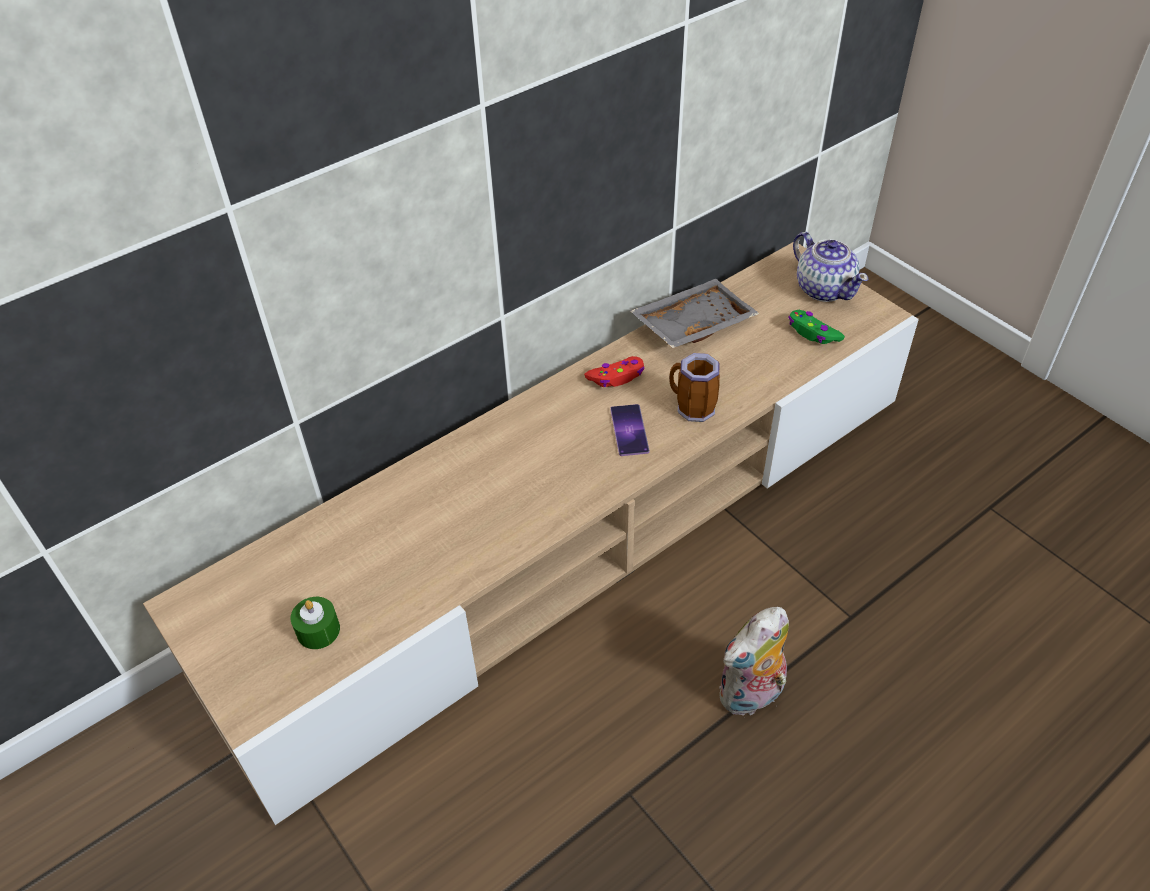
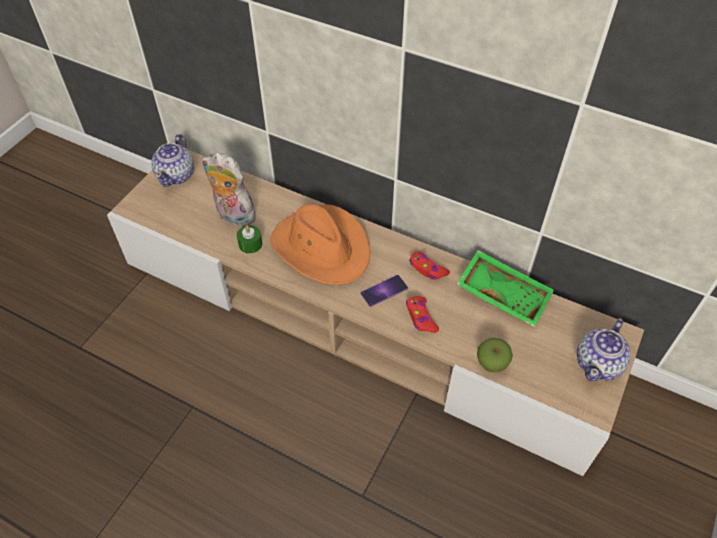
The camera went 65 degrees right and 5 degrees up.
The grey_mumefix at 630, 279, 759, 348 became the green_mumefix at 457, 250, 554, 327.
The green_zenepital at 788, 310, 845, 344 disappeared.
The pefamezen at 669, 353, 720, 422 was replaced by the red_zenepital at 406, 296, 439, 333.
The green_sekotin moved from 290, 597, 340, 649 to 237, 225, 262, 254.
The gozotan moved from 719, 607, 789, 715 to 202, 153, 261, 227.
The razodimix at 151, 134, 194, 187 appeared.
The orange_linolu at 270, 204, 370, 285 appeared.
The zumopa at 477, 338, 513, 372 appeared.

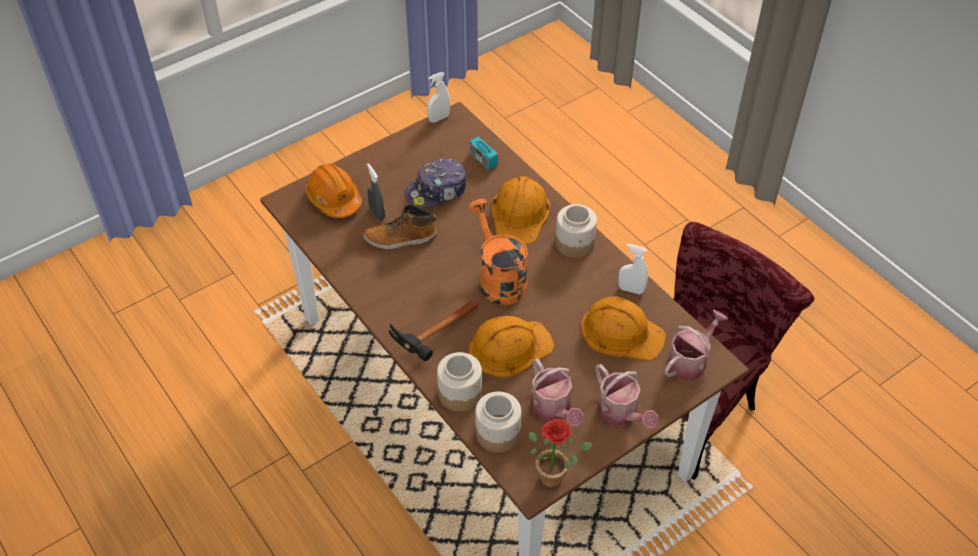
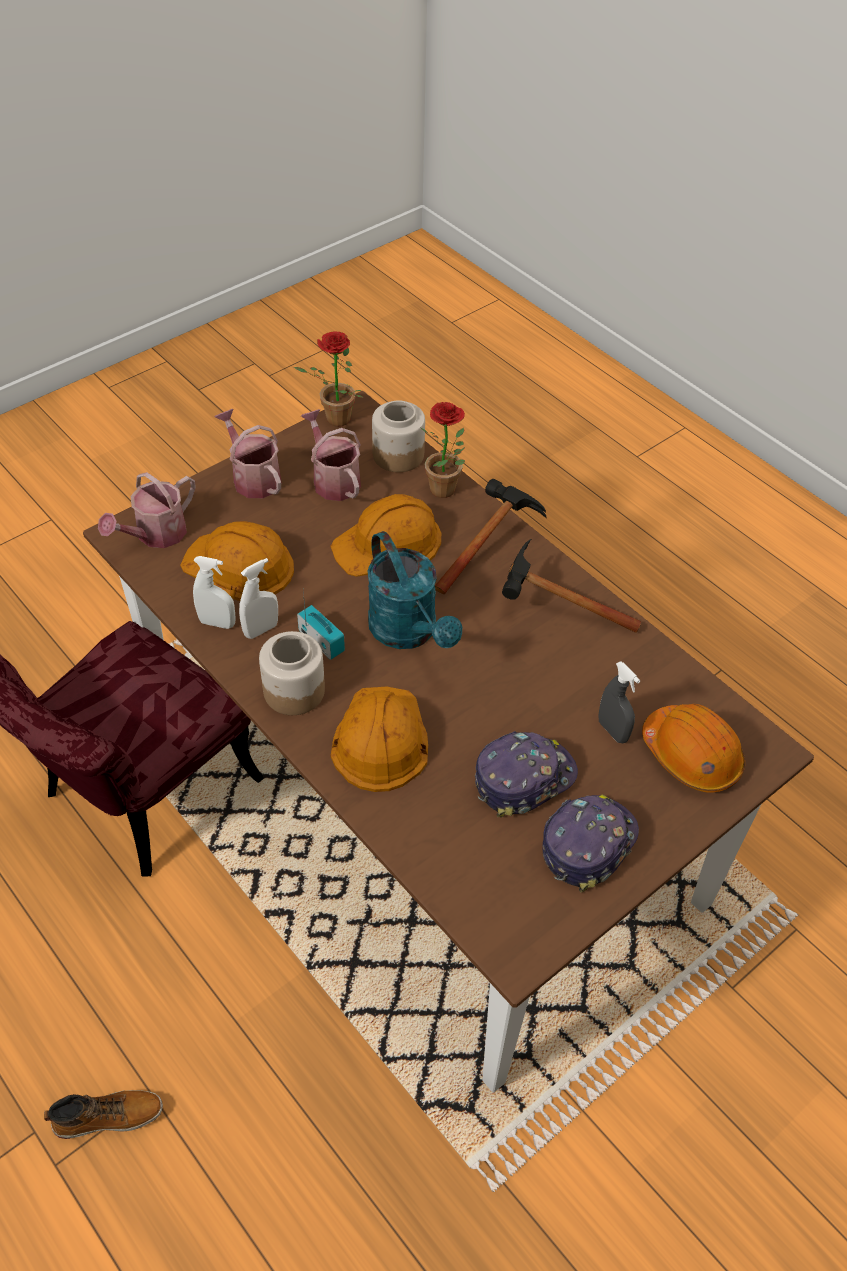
The camera went 175 degrees right and 0 degrees up.
The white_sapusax moved from 427, 72, 450, 122 to 239, 558, 278, 639.
The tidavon moved from 469, 127, 498, 170 to 297, 591, 345, 660.
The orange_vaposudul at 468, 199, 528, 305 became the turquoise_vaposudul at 367, 531, 462, 649.
The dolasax moved from 364, 205, 436, 249 to 44, 1090, 163, 1139.
The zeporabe at 437, 352, 482, 412 was replaced by the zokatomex at 421, 402, 465, 498.
The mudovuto at 502, 539, 641, 633 appeared.
The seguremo at 543, 795, 639, 893 appeared.

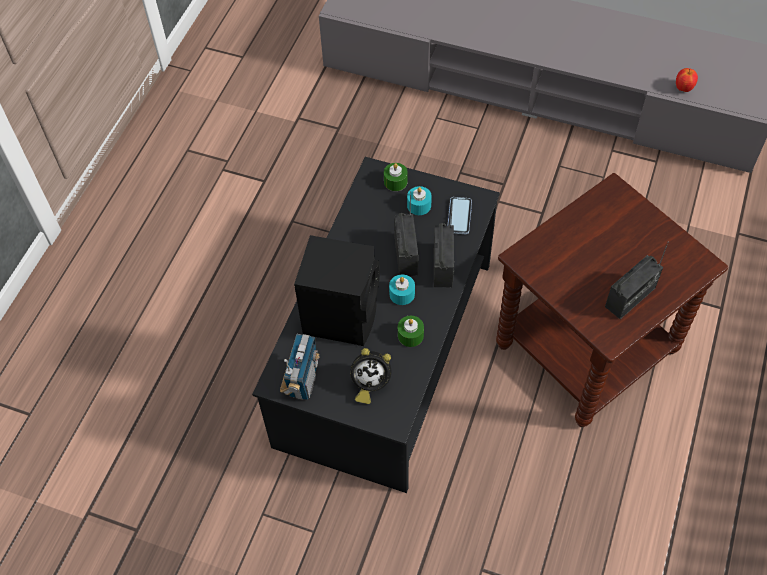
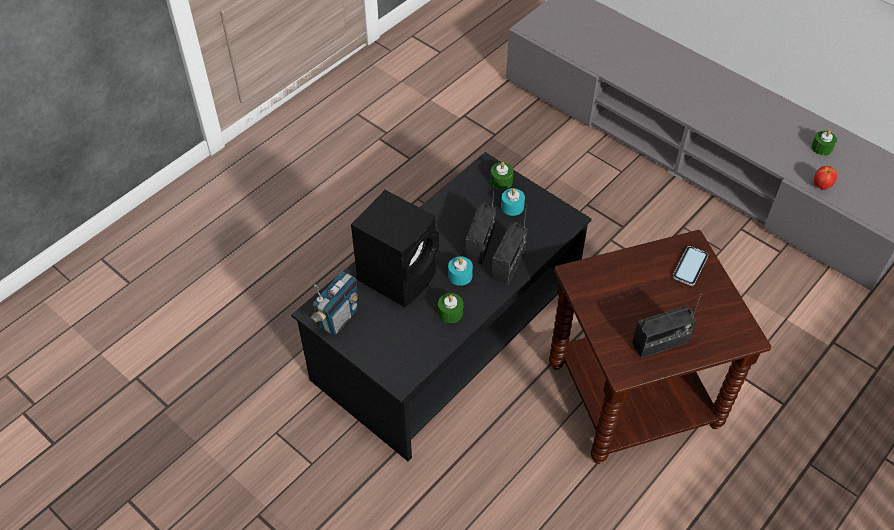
The camera went 20 degrees right and 5 degrees down.
The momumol moved from 447, 197, 472, 234 to 673, 246, 709, 286.
The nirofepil at 350, 348, 391, 404 disappeared.
The green_sekotin at 811, 130, 837, 156 appeared.

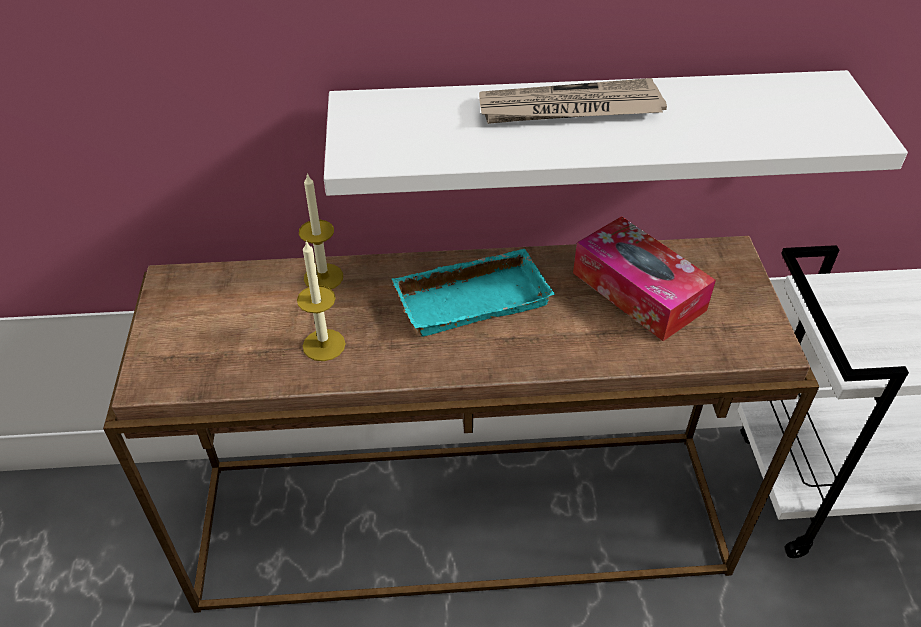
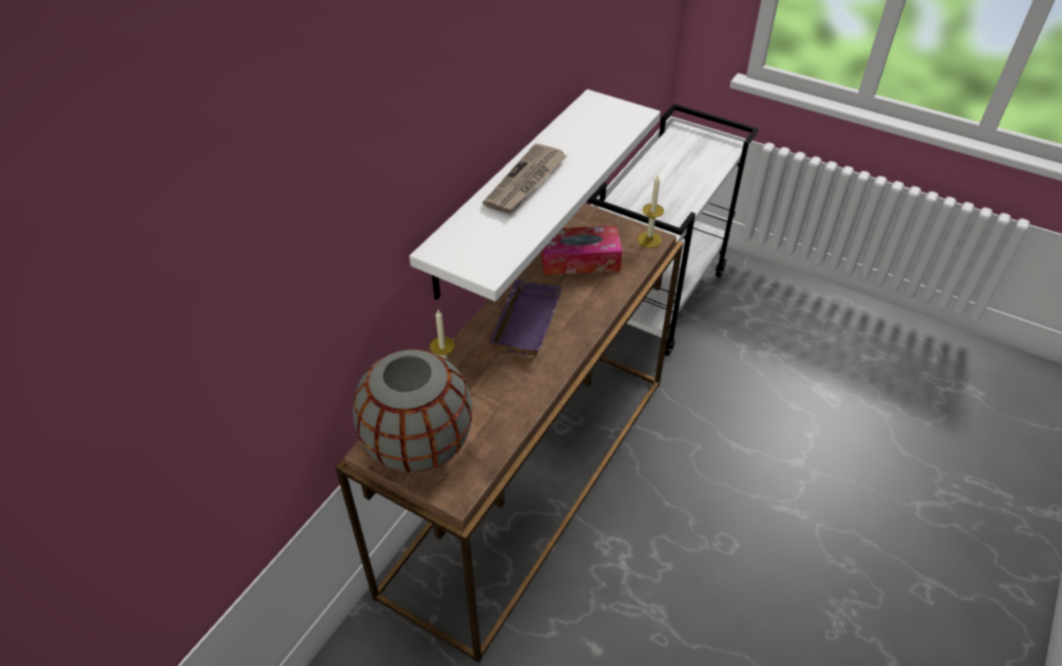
The camera went 55 degrees left and 0 degrees up.
The sekotin moved from 297, 240, 345, 361 to 637, 175, 664, 248.
The turquoise_mumefix at 392, 249, 555, 336 became the purple_mumefix at 489, 280, 562, 356.
The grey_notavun at 353, 349, 472, 473 appeared.

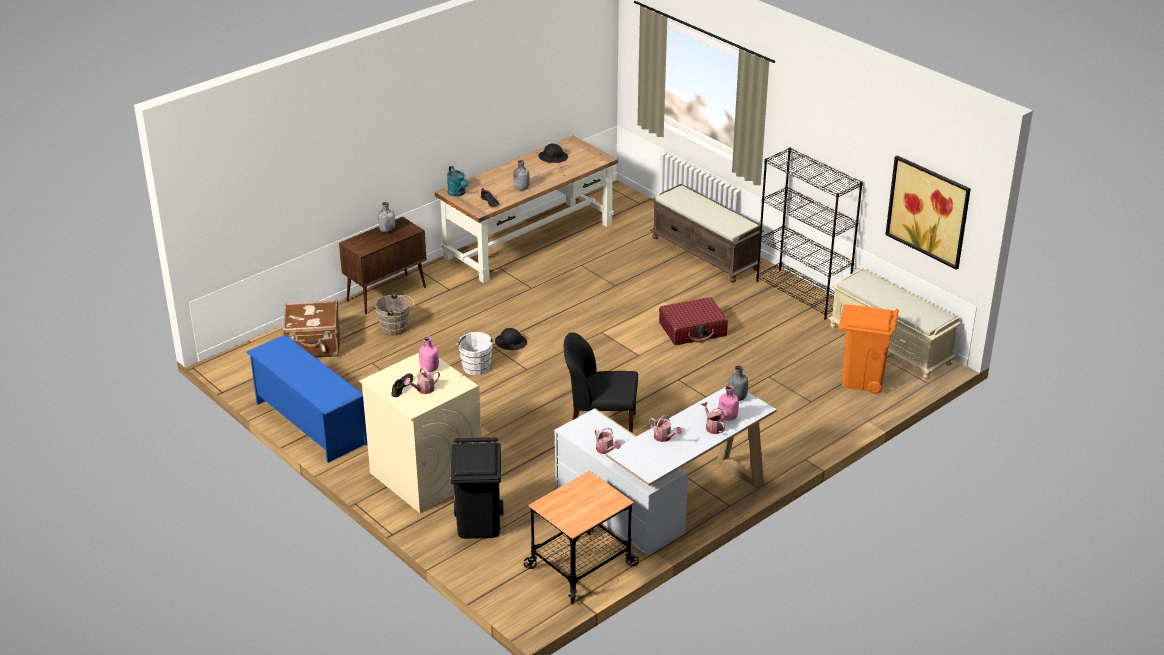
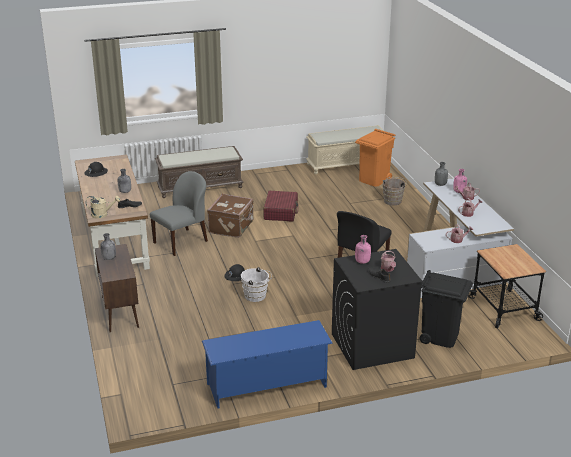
The camera went 65 degrees left and 5 degrees down.
The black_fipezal at 756, 148, 863, 320 disappeared.
The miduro at 885, 156, 971, 270 disappeared.
The turquoise_vaposudul at 447, 166, 469, 197 became the beige_vaposudul at 86, 196, 120, 219.
The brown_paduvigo moved from 375, 293, 414, 336 to 383, 177, 407, 205.
The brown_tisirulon moved from 283, 300, 340, 357 to 207, 194, 254, 238.
The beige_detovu at 359, 353, 482, 513 became the black_detovu at 332, 249, 423, 370.
The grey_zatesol at 150, 171, 208, 256 appeared.

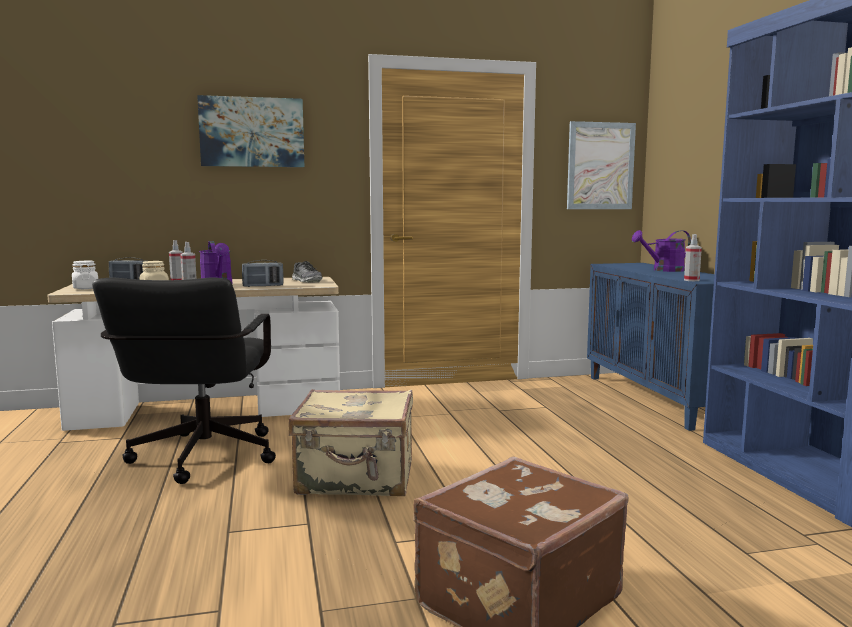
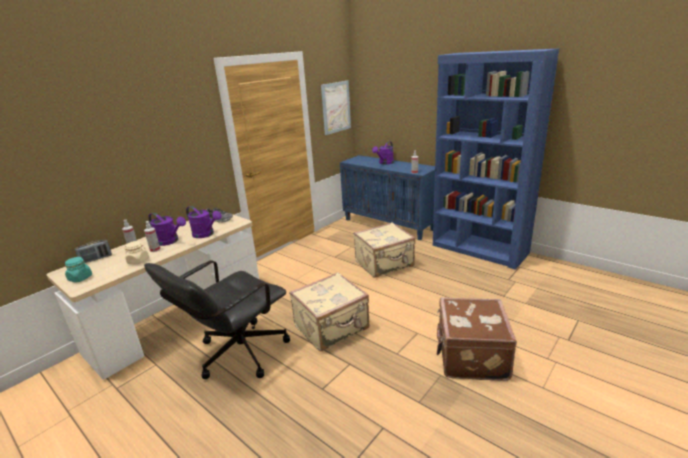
The camera went 35 degrees left and 15 degrees up.
The miduro at 197, 95, 304, 167 disappeared.
The tidavon at 242, 260, 283, 287 was replaced by the purple_vaposudul at 186, 206, 222, 238.
The white_zeporabe at 72, 261, 98, 289 became the turquoise_zeporabe at 65, 257, 92, 283.
The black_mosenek at 92, 277, 276, 484 turned 75 degrees clockwise.
The beige_tisirulon at 353, 223, 415, 278 appeared.

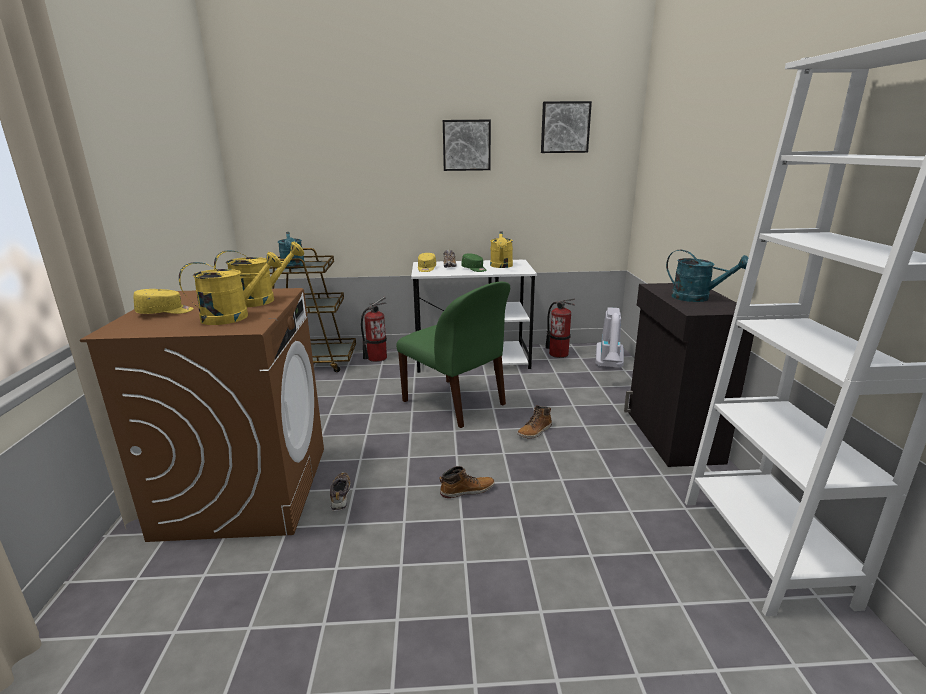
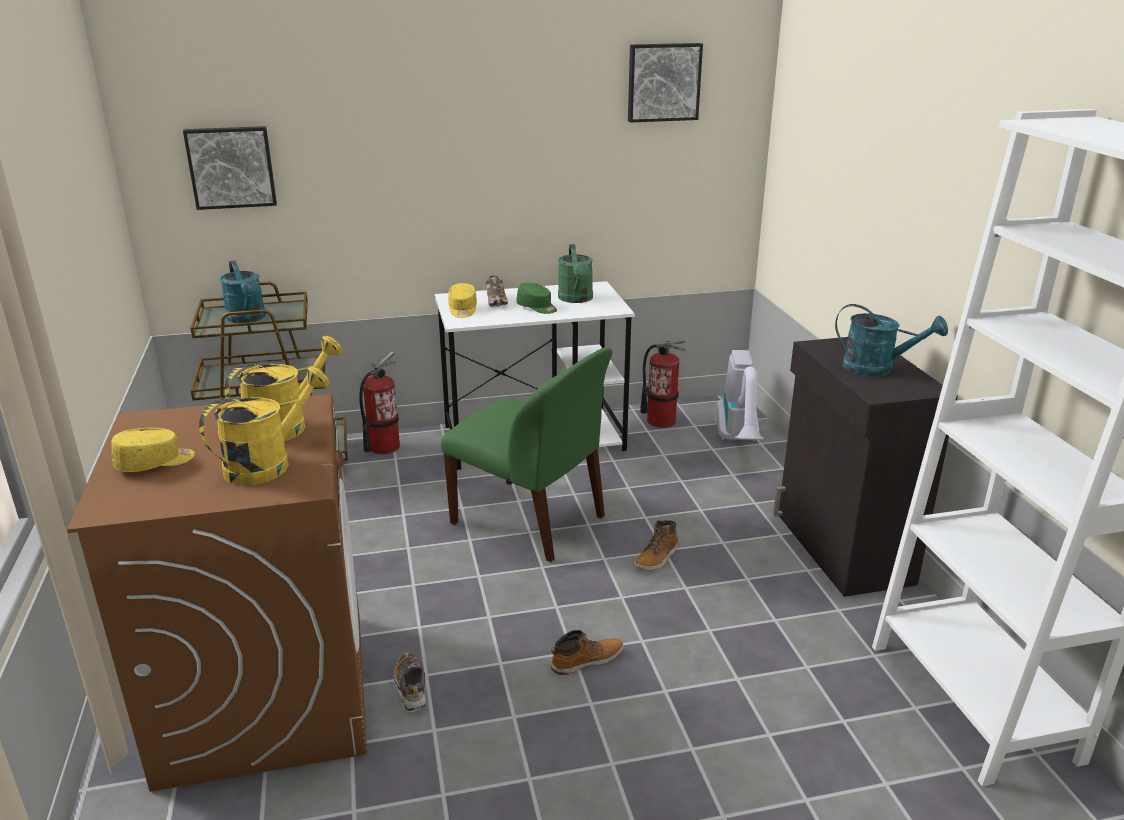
The camera went 10 degrees left and 5 degrees up.
The miduro moved from 443, 120, 491, 171 to 183, 126, 277, 210.
The yellow_vaposudul at 490, 231, 513, 268 became the green_vaposudul at 558, 244, 593, 303.

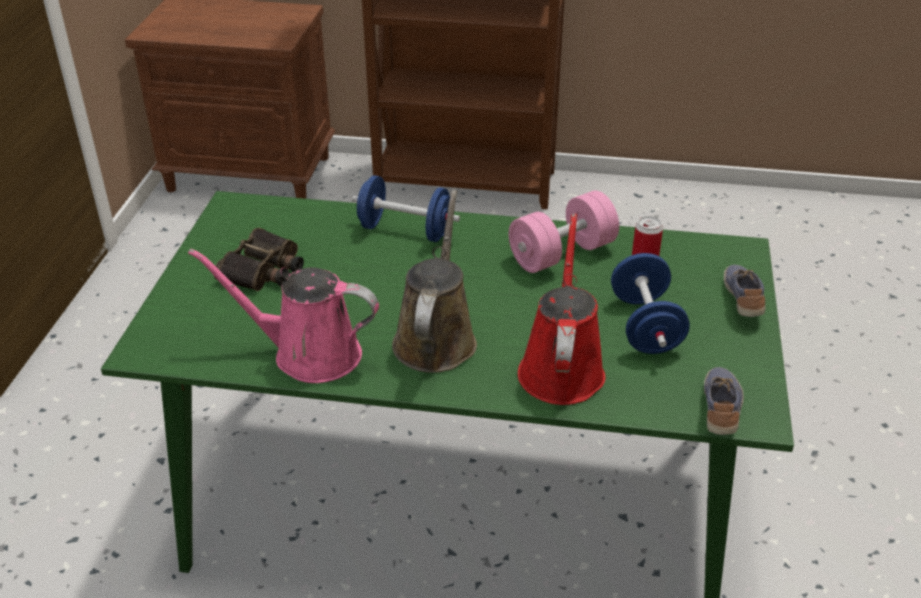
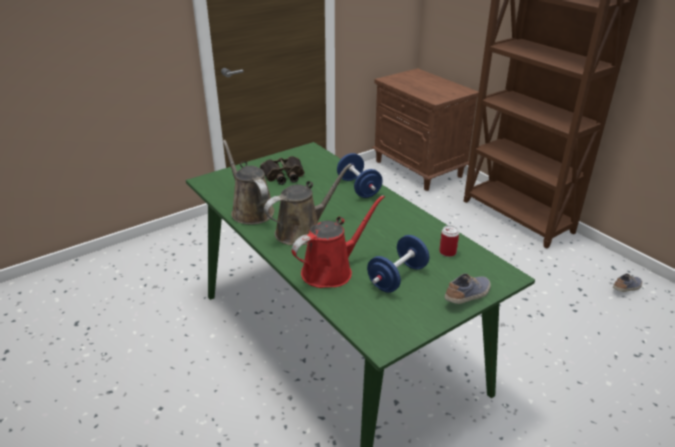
The camera went 45 degrees right and 5 degrees down.
The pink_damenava at 509, 191, 619, 273 disappeared.
The pink_vaposudul at 188, 248, 379, 383 became the brown_vaposudul at 223, 140, 274, 224.
The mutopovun moved from 704, 367, 744, 435 to 613, 273, 642, 292.

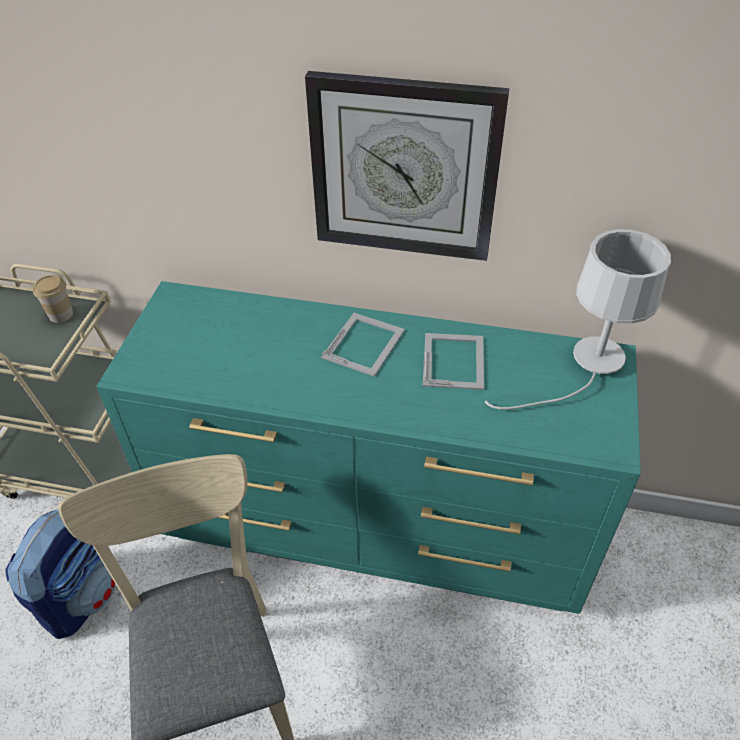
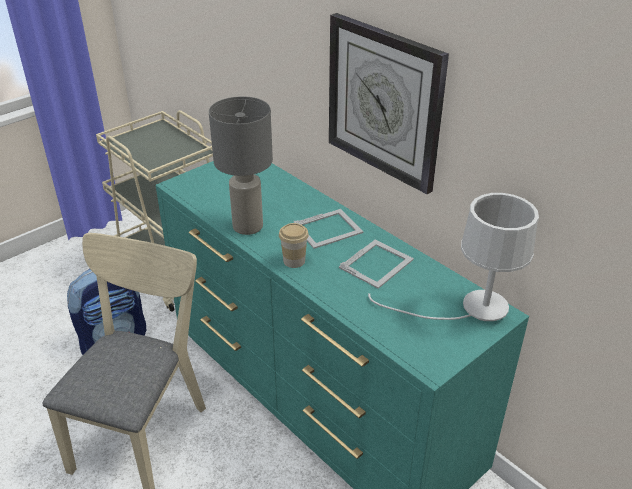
The camera went 35 degrees right and 10 degrees down.
The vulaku moved from 33, 275, 73, 323 to 279, 223, 309, 268.
The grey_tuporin at 209, 96, 273, 235 appeared.

